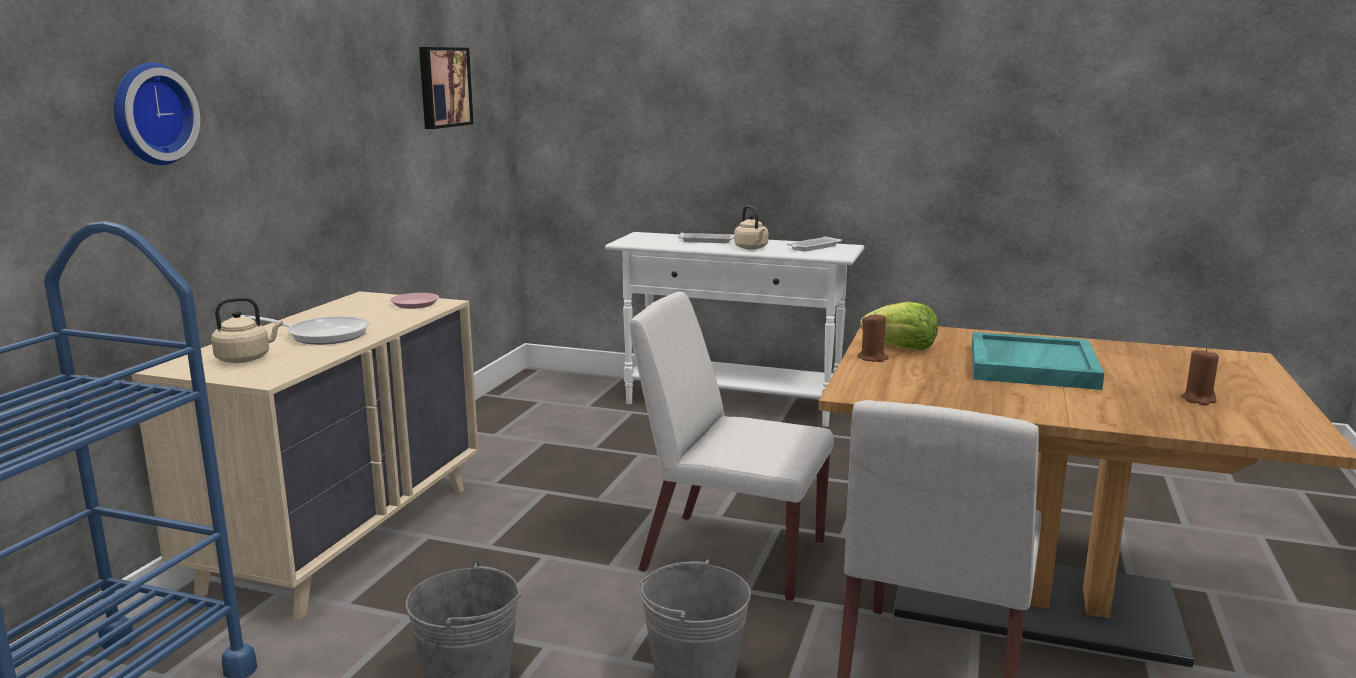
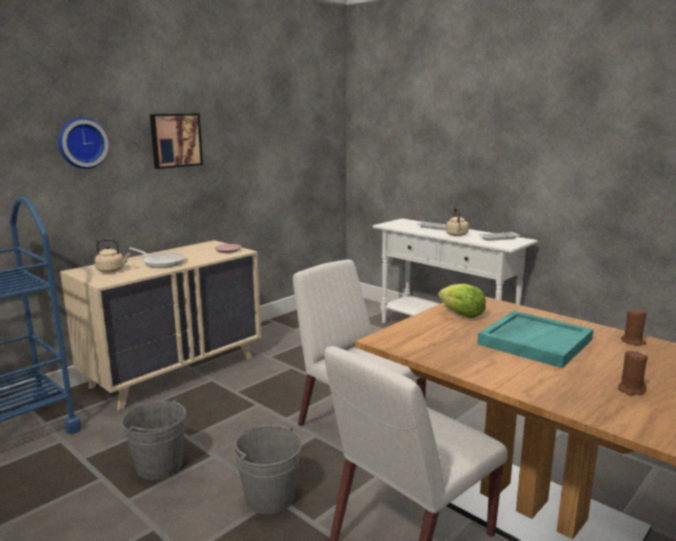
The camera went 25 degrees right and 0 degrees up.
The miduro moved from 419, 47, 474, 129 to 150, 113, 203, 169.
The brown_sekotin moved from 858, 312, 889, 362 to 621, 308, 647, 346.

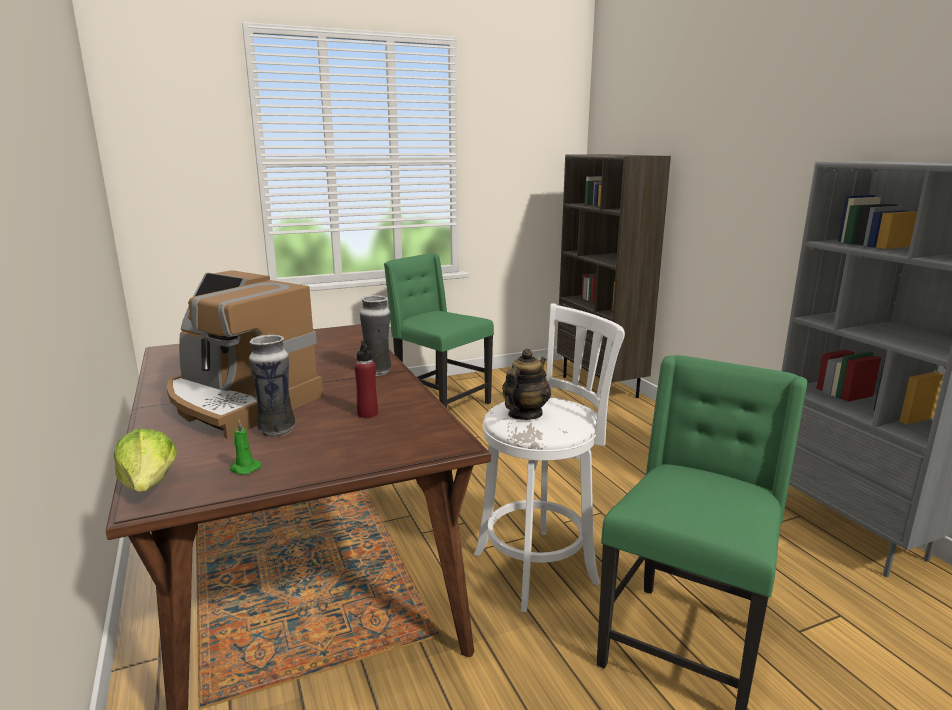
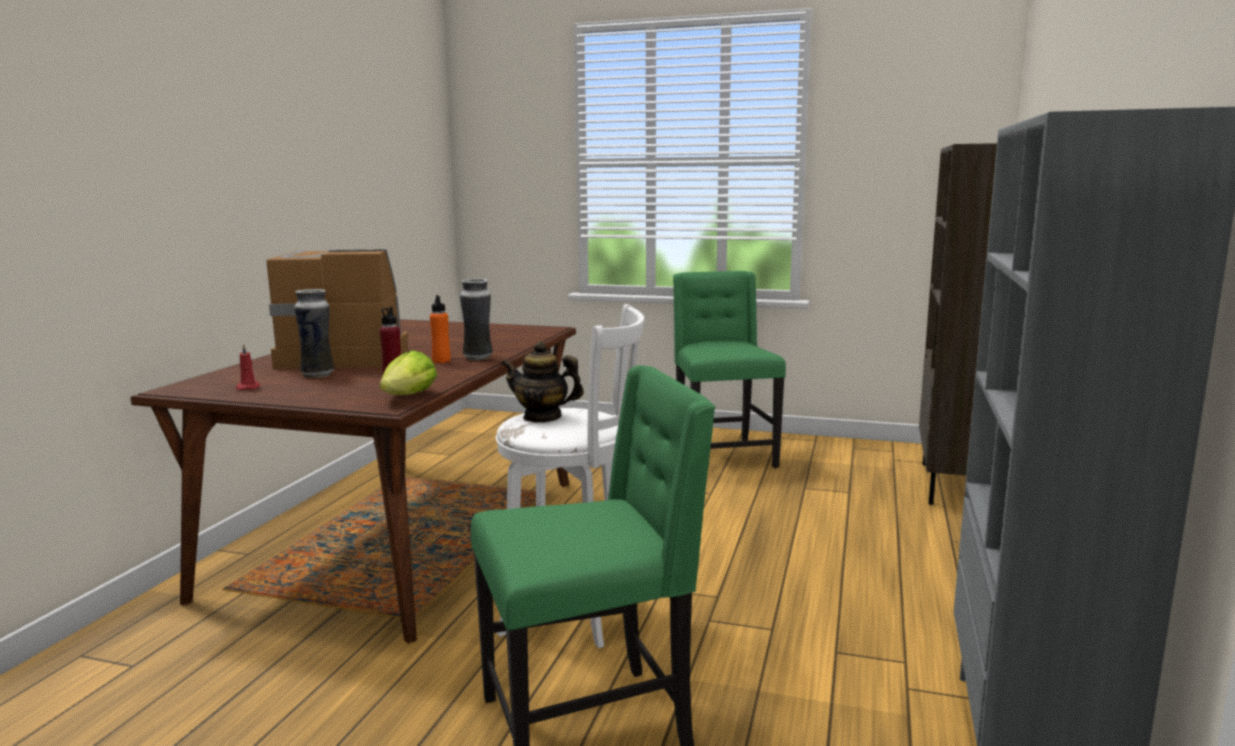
The camera went 40 degrees right and 5 degrees down.
The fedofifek at 167, 270, 323, 439 turned 105 degrees clockwise.
The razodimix at 502, 349, 551, 420 turned 150 degrees counterclockwise.
The green_sekotin at 230, 420, 261, 475 became the red_sekotin at 236, 344, 260, 390.
The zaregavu moved from 114, 429, 177, 492 to 380, 350, 437, 395.
The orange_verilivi at 430, 295, 451, 363 appeared.

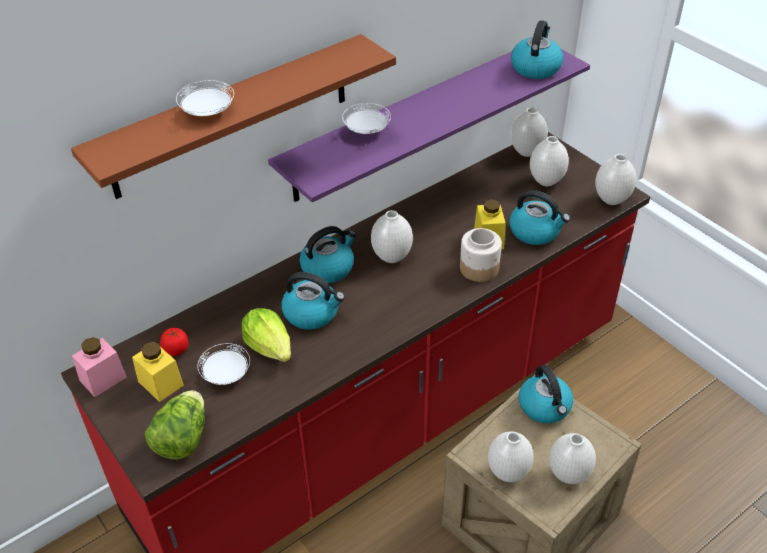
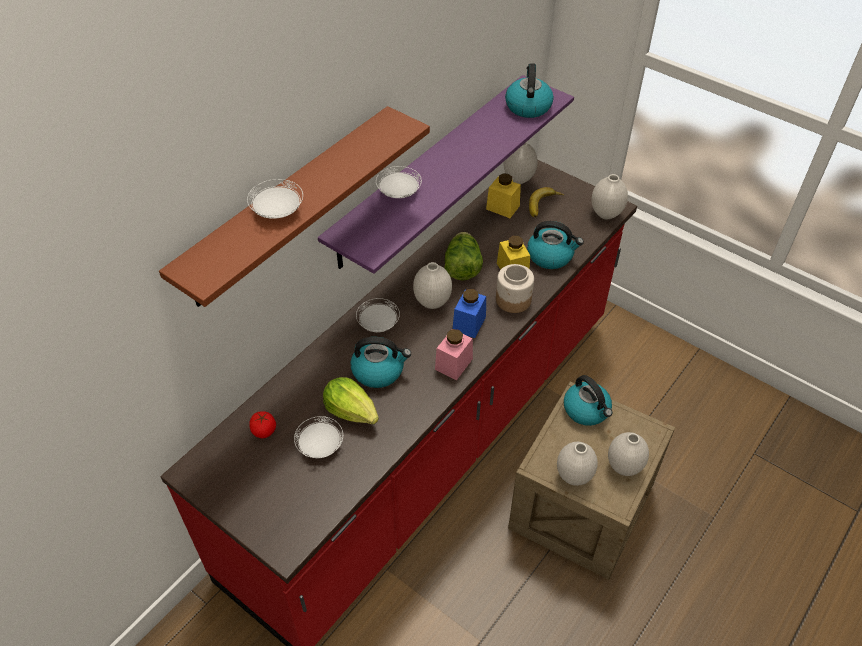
The camera went 15 degrees left and 5 degrees up.
The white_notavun at 530, 136, 569, 186 was replaced by the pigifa at 529, 187, 564, 217.
The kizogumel at 300, 226, 356, 283 was replaced by the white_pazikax at 356, 298, 400, 332.
The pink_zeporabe moved from 72, 337, 127, 397 to 435, 329, 473, 380.
The yellow_zeporabe moved from 132, 342, 184, 402 to 486, 173, 521, 218.
The zaregavu moved from 145, 390, 205, 460 to 444, 232, 483, 280.
The blue_zeporabe at 453, 289, 486, 338 appeared.

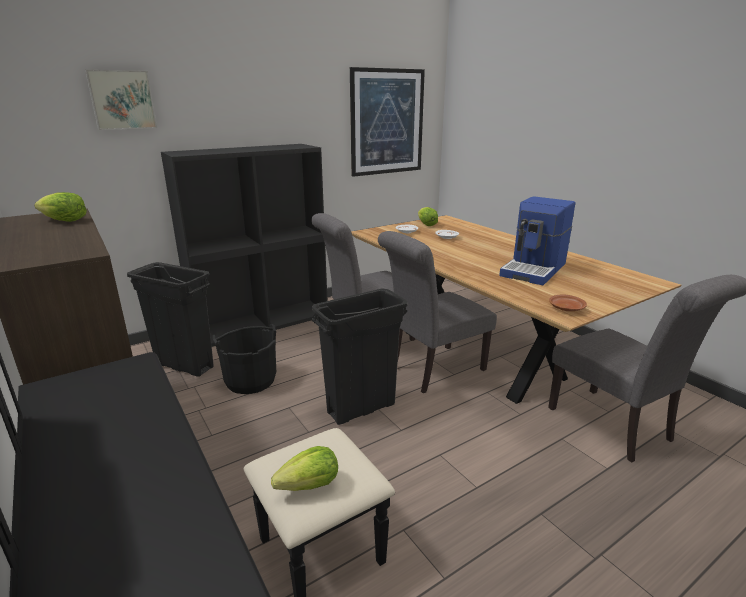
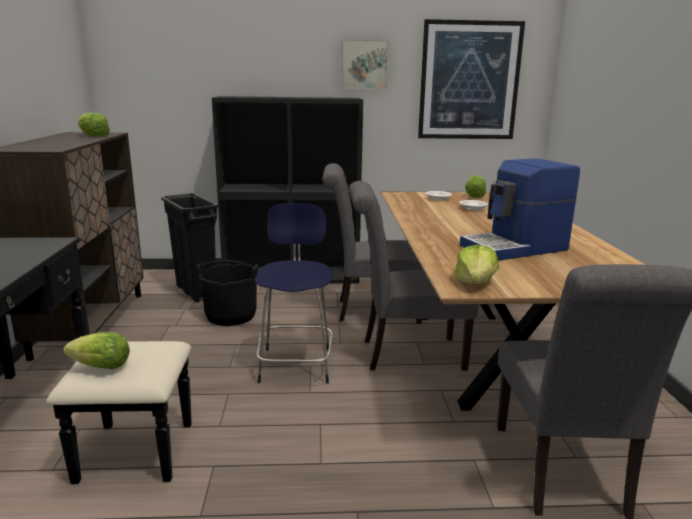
The camera went 30 degrees right and 5 degrees down.
The miduro moved from 85, 69, 157, 130 to 341, 39, 389, 89.
The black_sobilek at 312, 288, 407, 425 was replaced by the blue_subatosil at 255, 203, 333, 384.
The brown_pazikax at 549, 295, 587, 311 was replaced by the zaregavu at 455, 245, 499, 284.

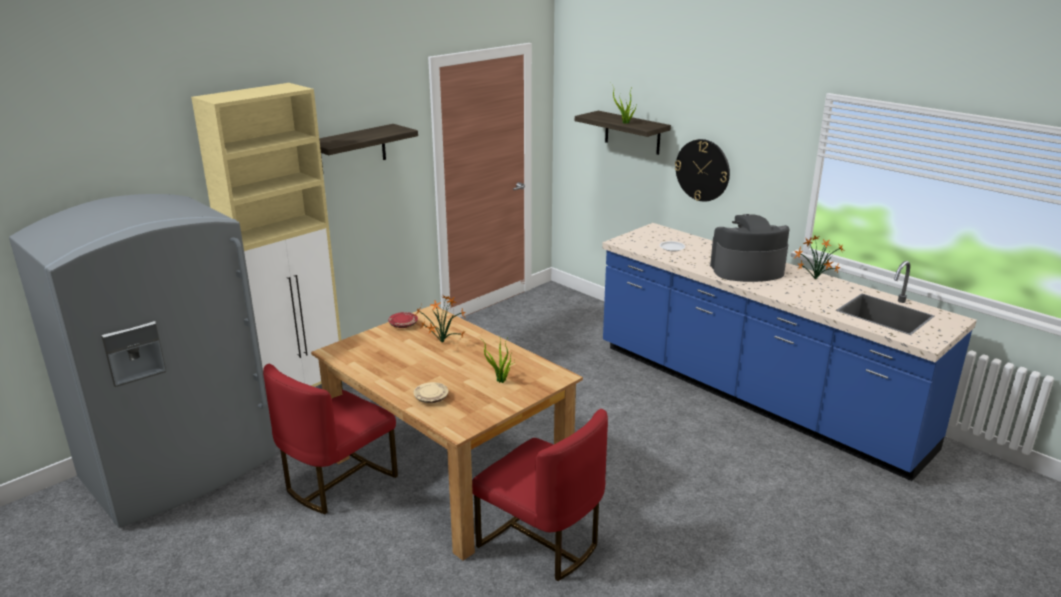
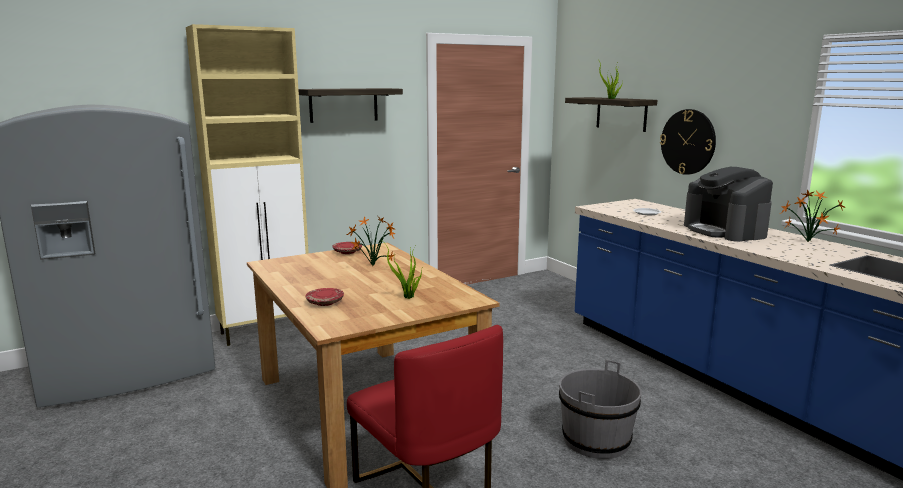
The camera went 15 degrees right and 10 degrees down.
The fedofifek at 710, 214, 790, 282 turned 120 degrees counterclockwise.
The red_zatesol at 263, 364, 398, 514 disappeared.
The beige_pazikax at 414, 382, 449, 403 became the red_pazikax at 305, 288, 344, 306.
The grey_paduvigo at 559, 360, 642, 459 appeared.

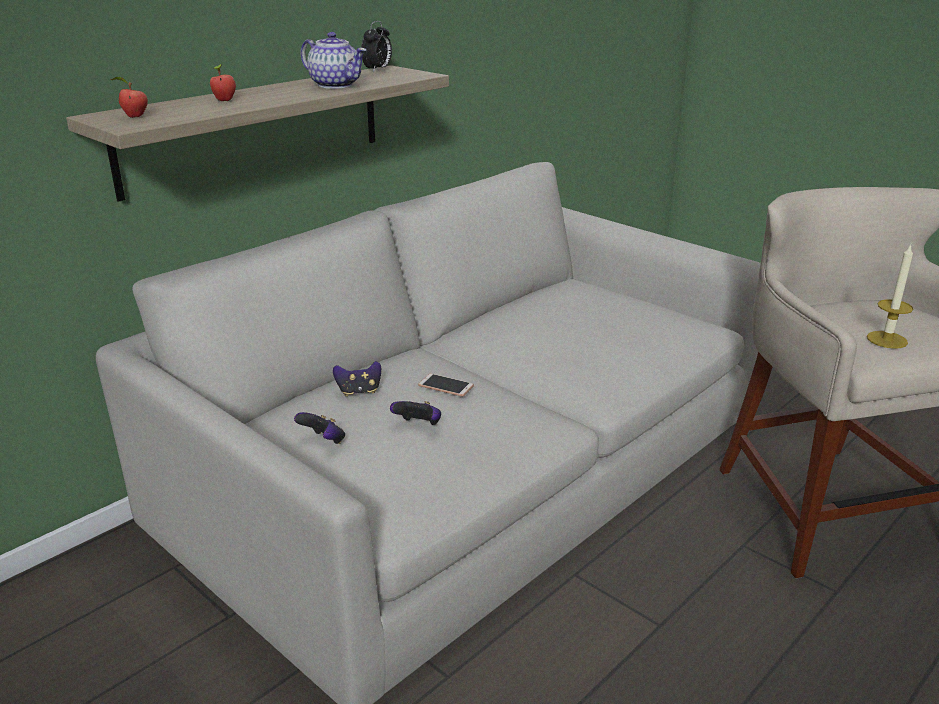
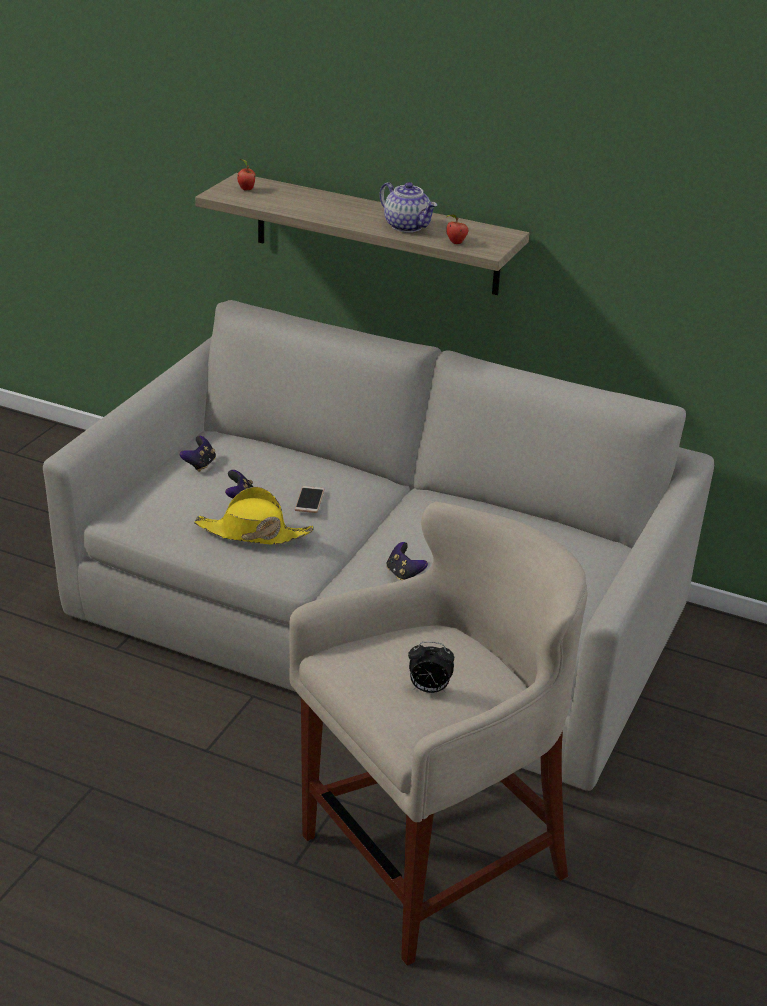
The camera went 70 degrees right and 5 degrees up.
The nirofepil moved from 361, 21, 392, 72 to 408, 641, 454, 693.
The razodimix at 301, 32, 367, 89 turned 60 degrees counterclockwise.
The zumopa moved from 210, 64, 236, 101 to 446, 215, 468, 244.
The sekotin at 867, 244, 913, 349 disappeared.
The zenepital moved from 333, 361, 381, 397 to 386, 542, 428, 580.
The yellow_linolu at 194, 487, 313, 545 appeared.

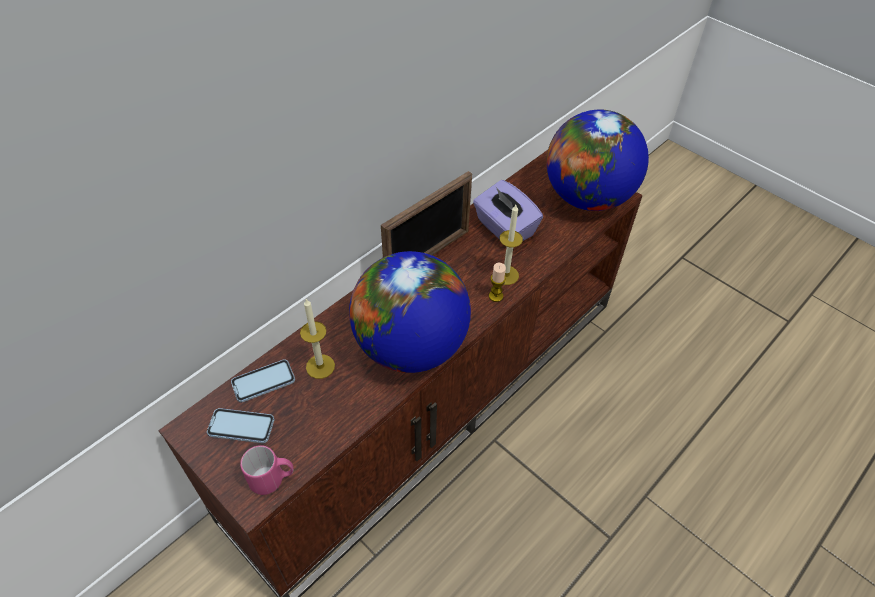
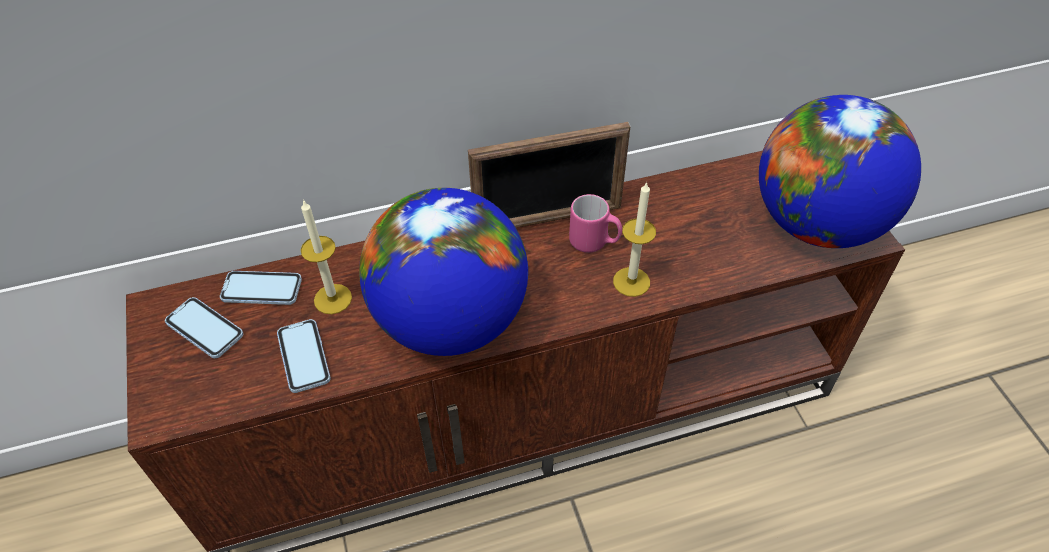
The camera went 30 degrees right and 0 degrees up.
The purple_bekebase at 473, 180, 543, 241 disappeared.
The sekotin at 489, 263, 506, 302 disappeared.
The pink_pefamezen moved from 240, 445, 294, 495 to 569, 194, 622, 253.
The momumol at 277, 319, 331, 393 appeared.

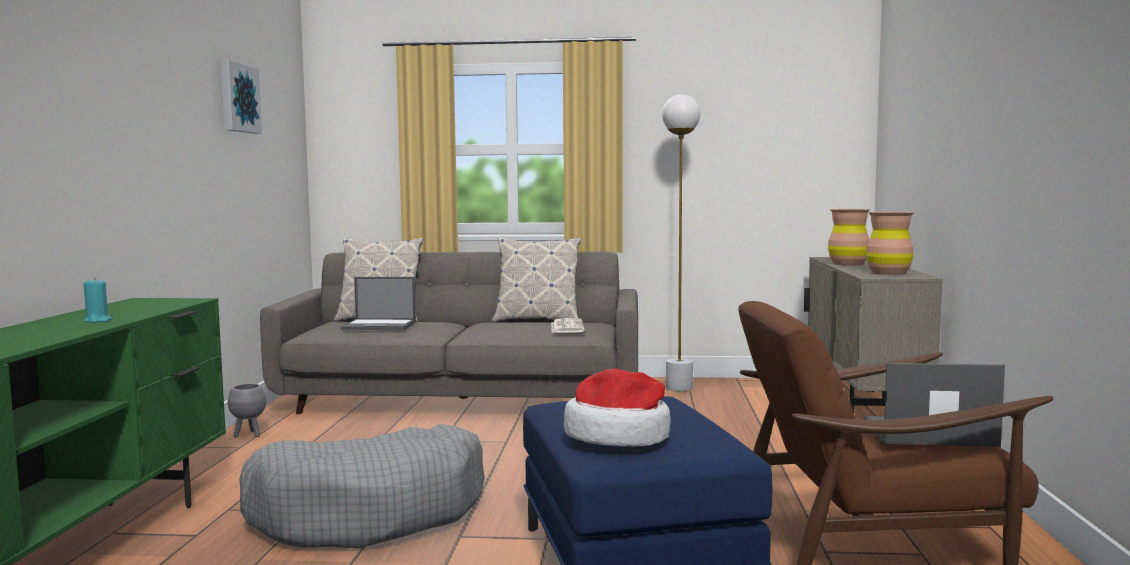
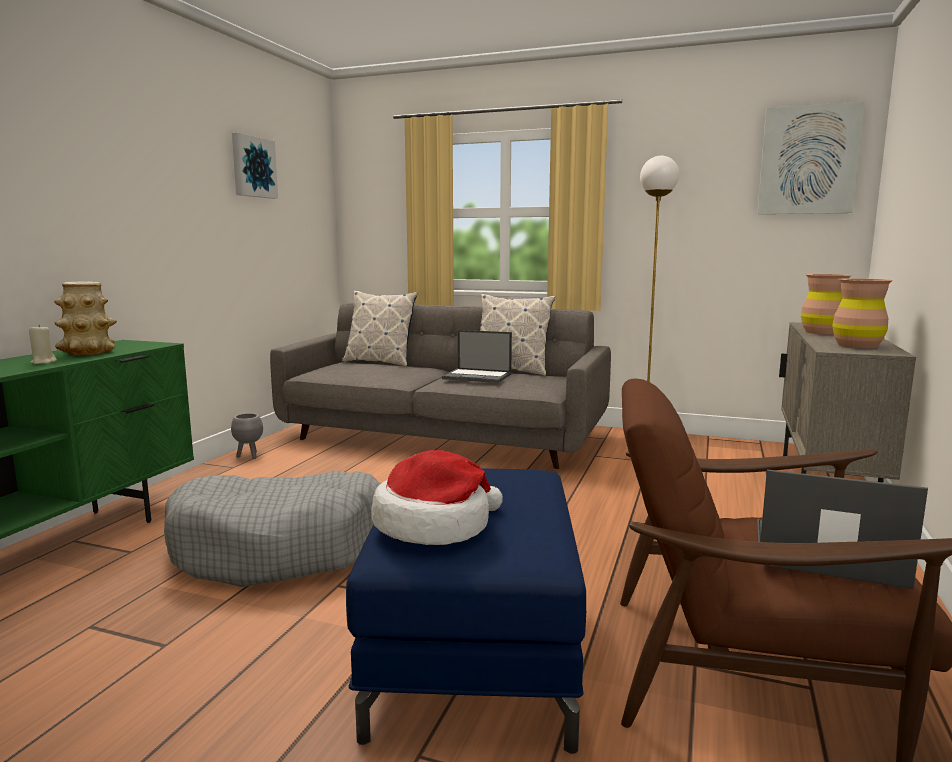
The camera went 15 degrees right and 5 degrees up.
The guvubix moved from 341, 277, 416, 330 to 442, 330, 512, 383.
The turquoise_sekotin at 84, 279, 112, 323 became the beige_sekotin at 29, 324, 57, 364.
The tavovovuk at 551, 318, 585, 333 disappeared.
The miduro at 757, 102, 865, 214 appeared.
The notavun at 54, 282, 117, 355 appeared.

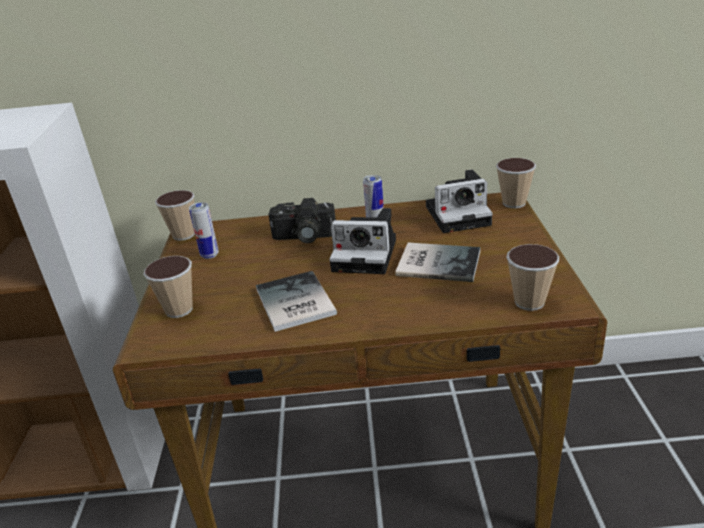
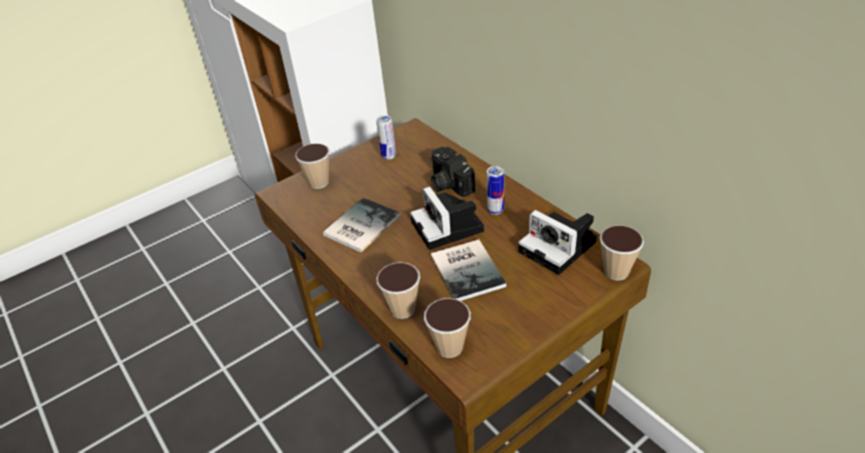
The camera went 55 degrees right and 10 degrees up.
The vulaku moved from 155, 190, 195, 241 to 376, 262, 420, 319.

